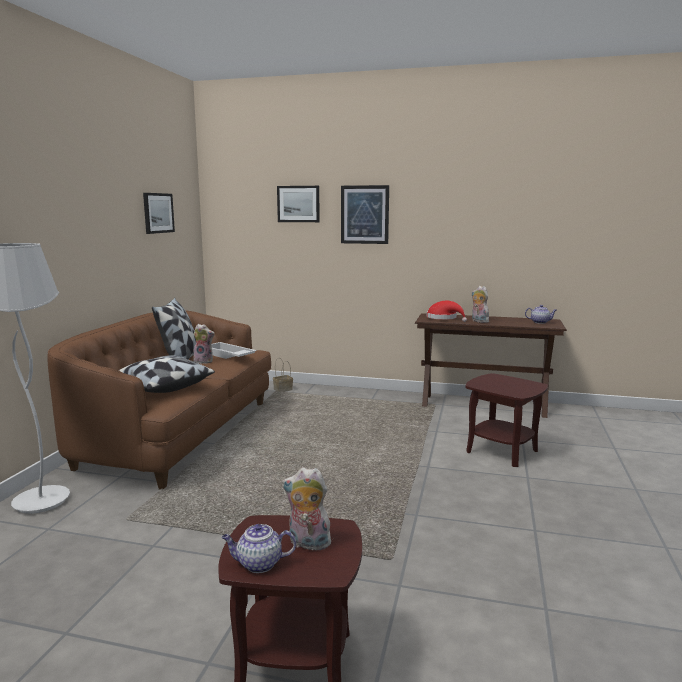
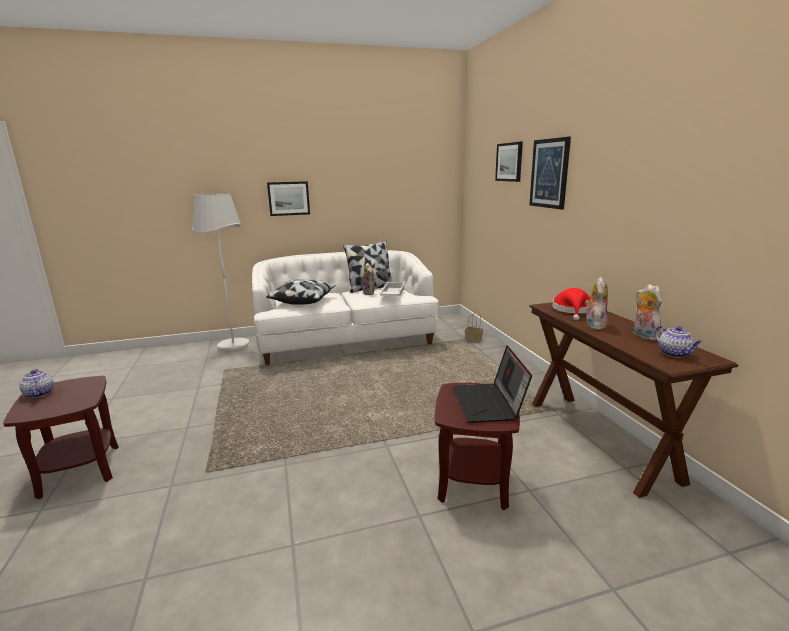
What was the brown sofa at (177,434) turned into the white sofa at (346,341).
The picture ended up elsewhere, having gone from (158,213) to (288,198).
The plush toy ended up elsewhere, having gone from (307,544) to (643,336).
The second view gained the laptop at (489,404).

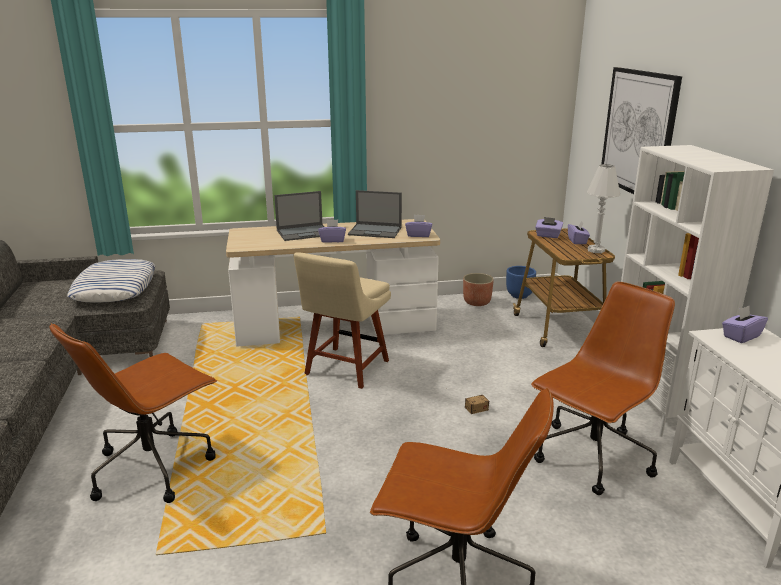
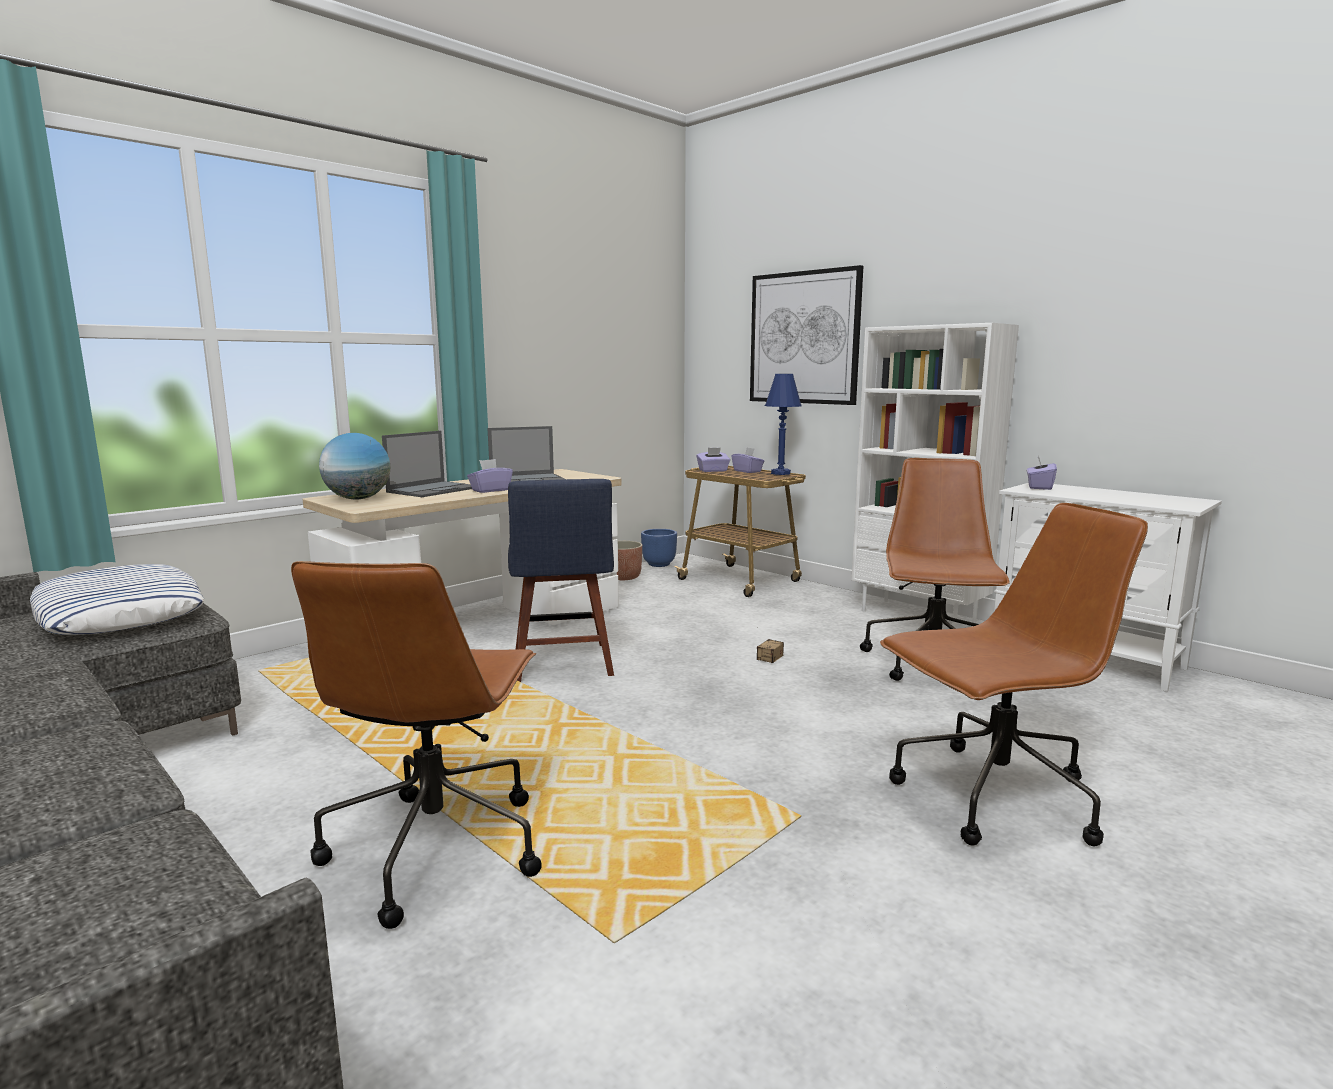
What was the beige chair at (345,369) turned into the blue chair at (562,664).
The second view lost the purple tissue box at (418,235).
What was the white table lamp at (596,250) turned into the blue table lamp at (781,473).
The second view gained the globe at (358,499).

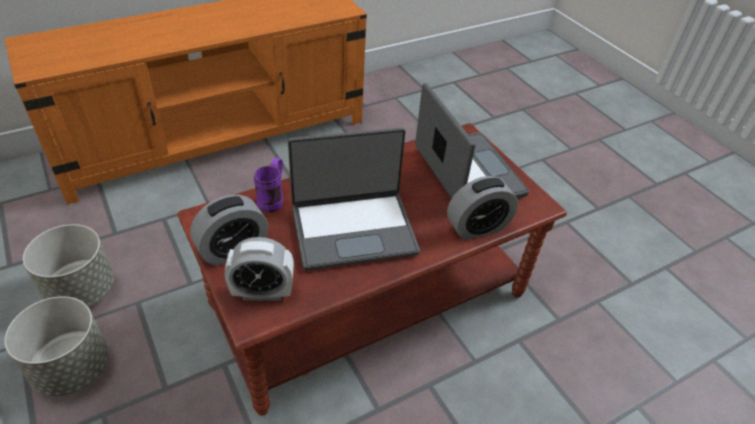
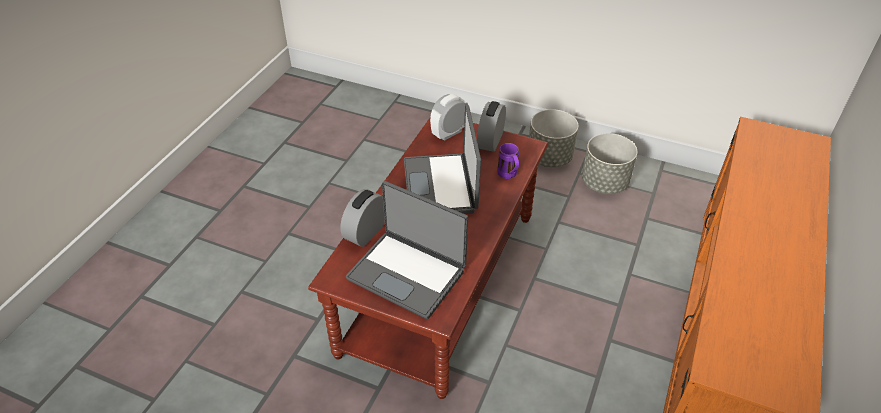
The laptop at (353,229) ended up facing another way, 45 degrees counterclockwise from before.

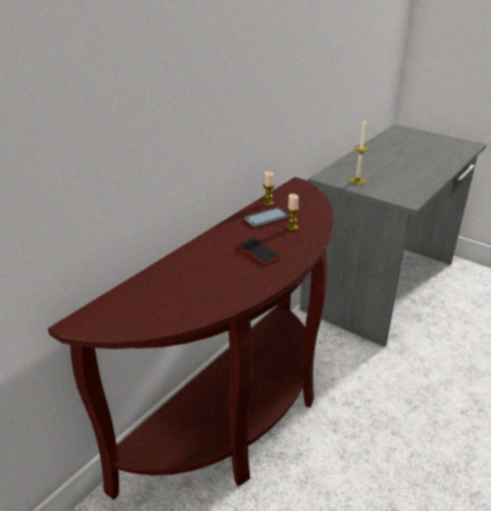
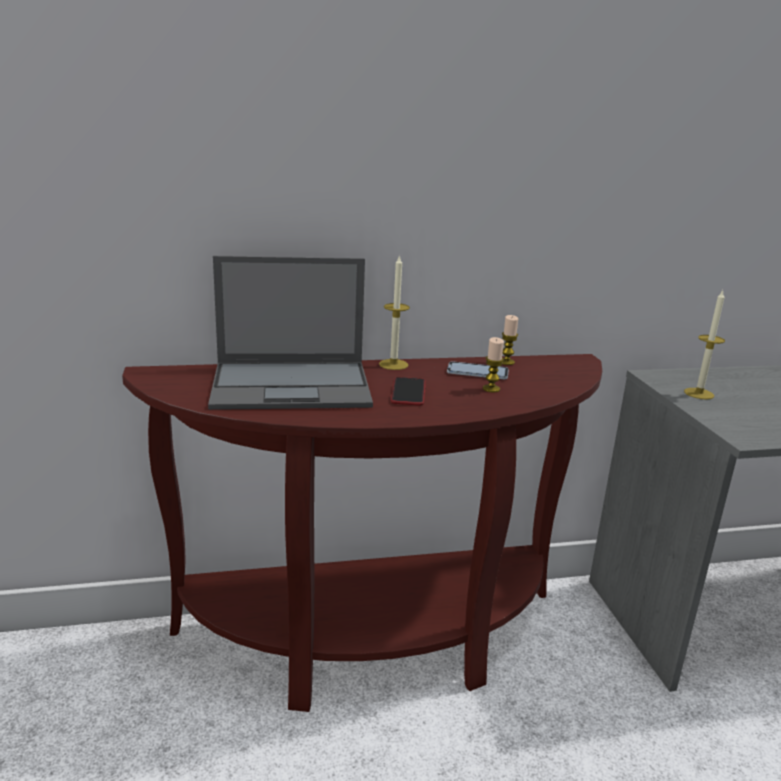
The second view gained the laptop at (293,385).
The second view gained the candle at (393,364).

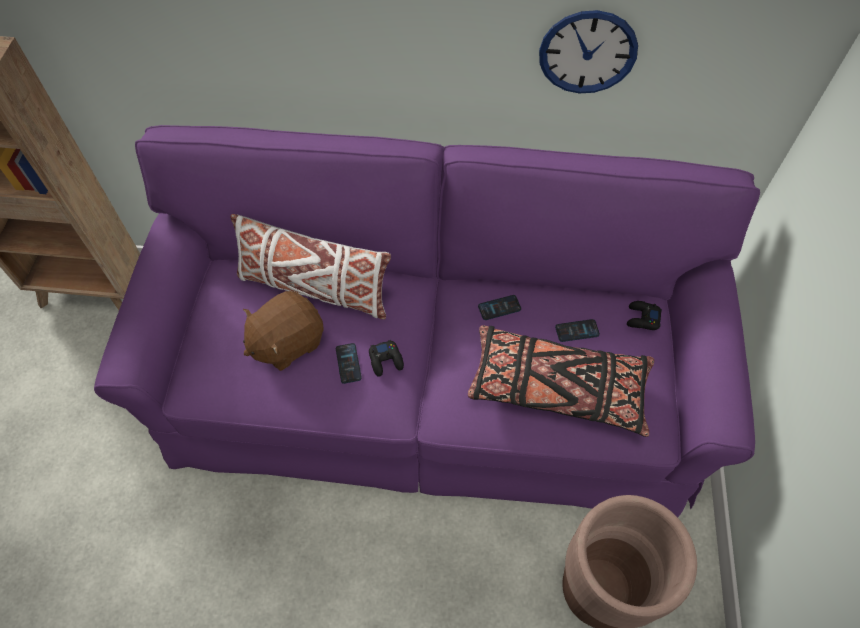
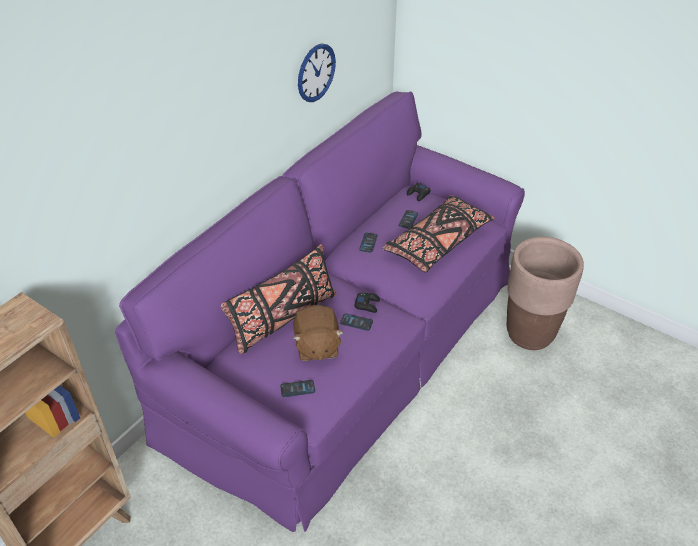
What was the white pillow at (314,288) turned into the black pillow at (283,319).
The second view gained the phone at (297,389).

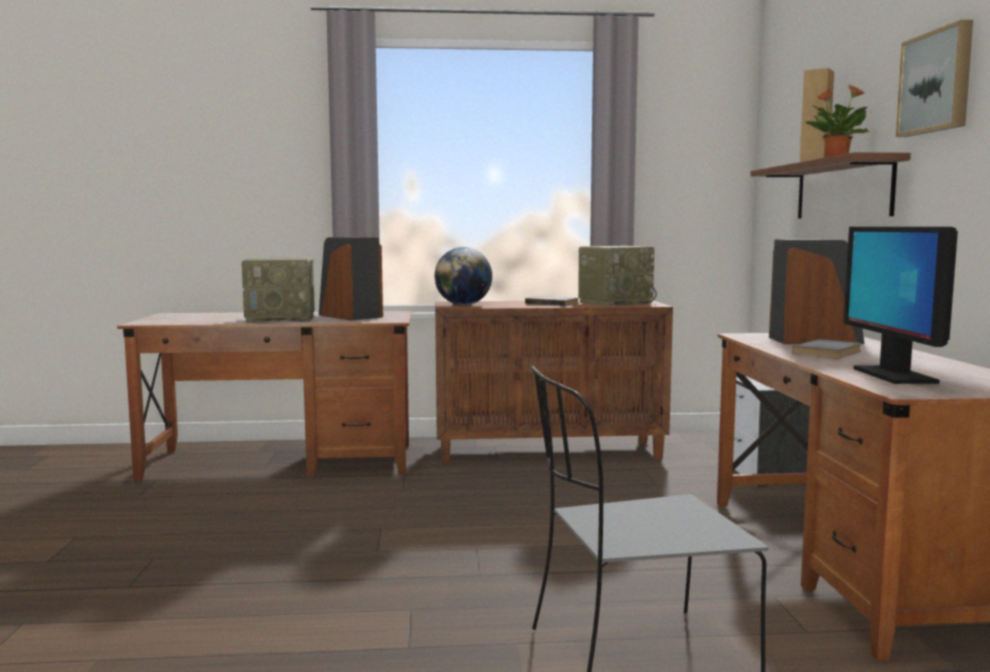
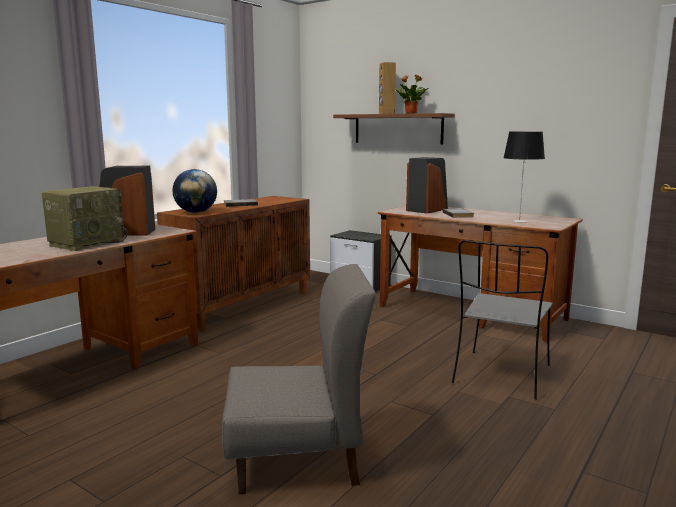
The second view lost the radio at (615,302).
Where the monitor stood at (893,375), the table lamp came to stand at (520,221).
The second view lost the picture at (937,82).
The second view gained the grey chair at (297,459).

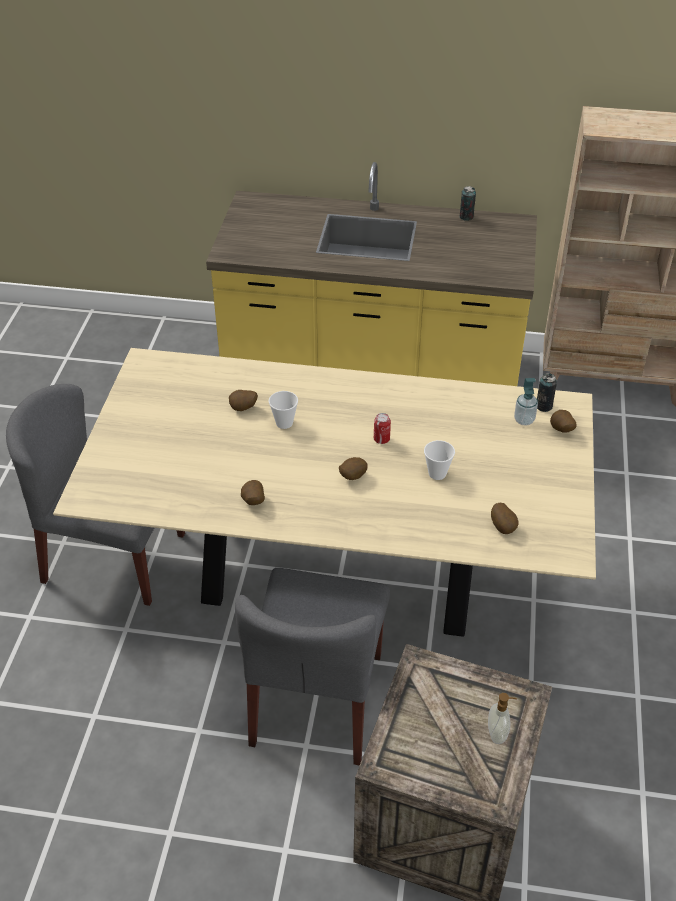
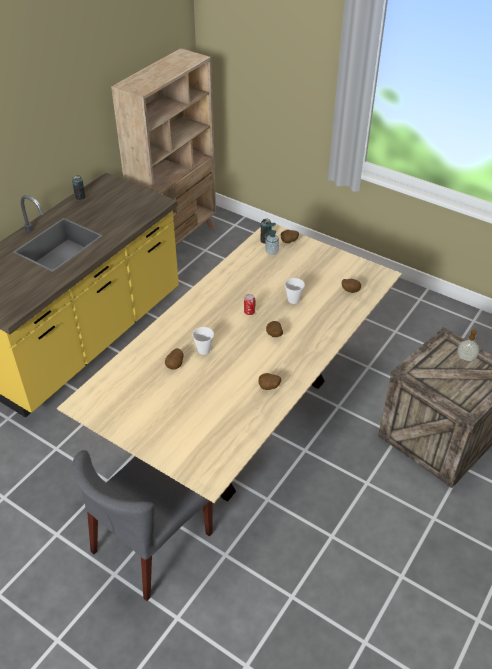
The second view lost the grey chair at (317,700).

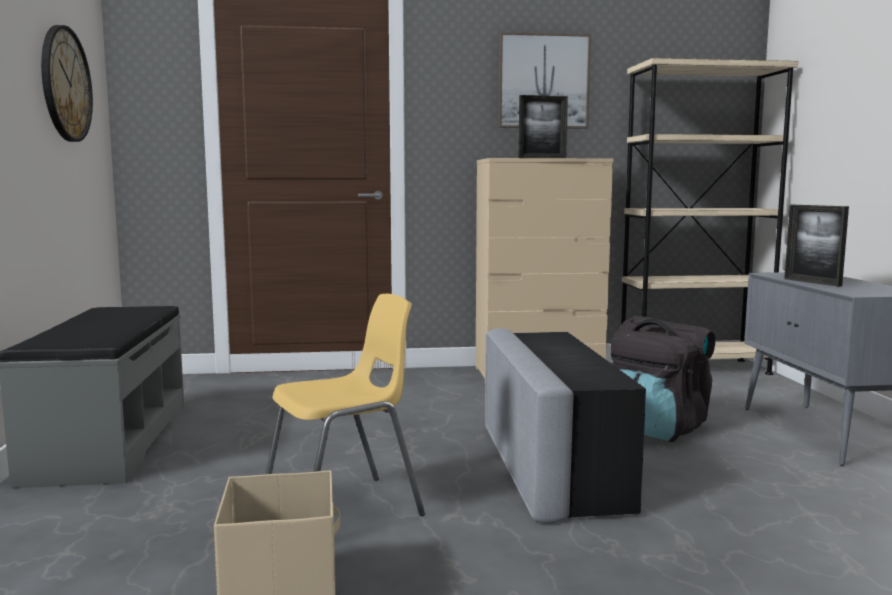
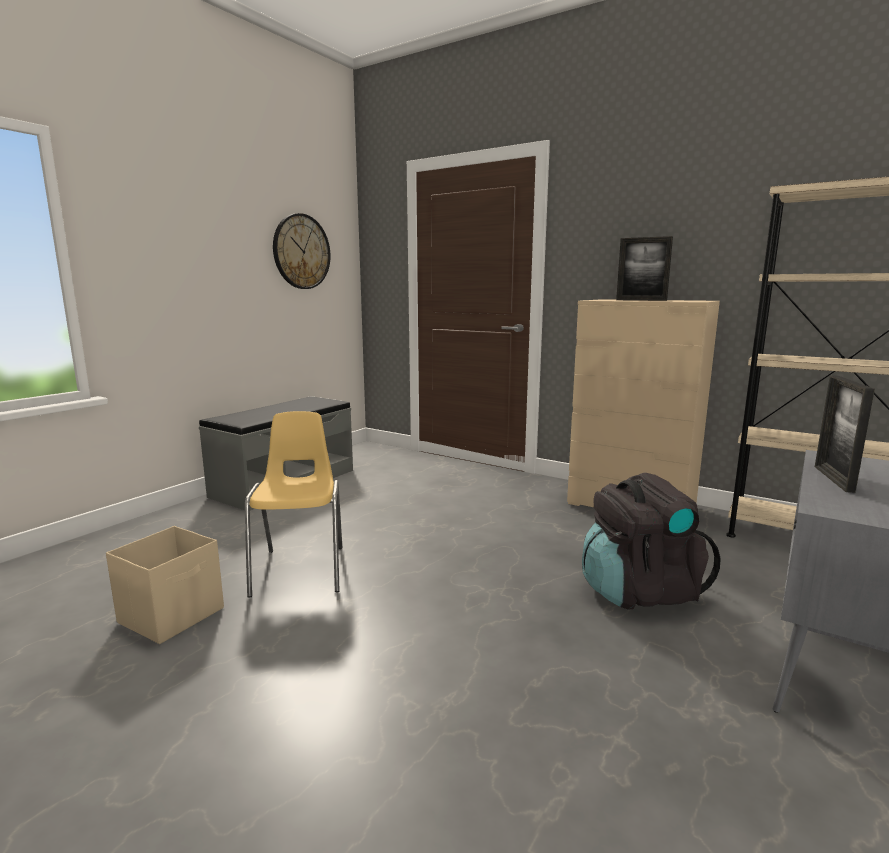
The yellow chair at (344,510) ended up facing another way, 105 degrees counterclockwise from before.
The second view lost the grey ottoman at (550,467).
The second view lost the picture at (543,81).

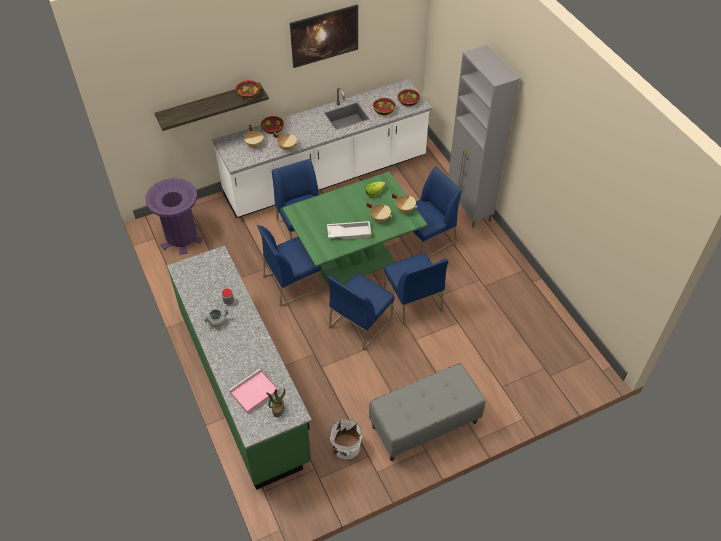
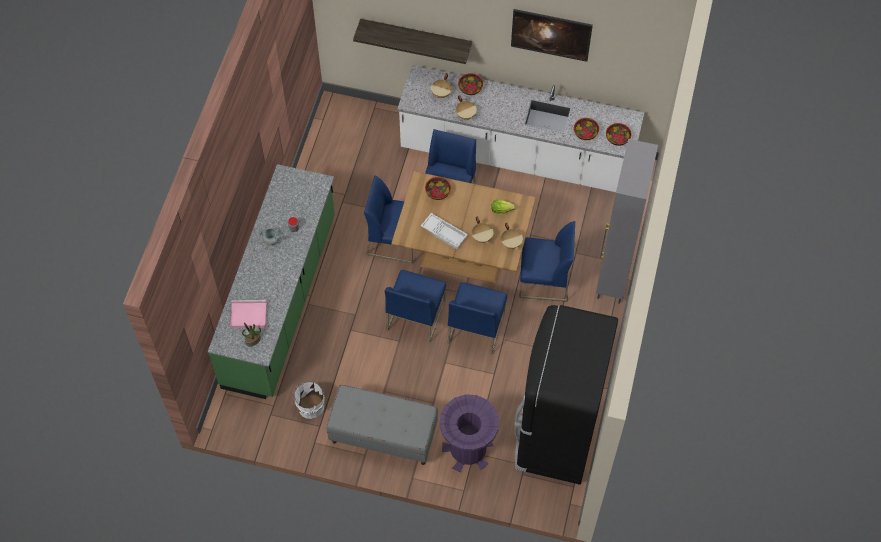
The purple trash can ended up elsewhere, having gone from (181,238) to (468,449).
The bowl ended up elsewhere, having gone from (248,95) to (437,192).
What was the green dining table at (354,261) turned into the brown dining table at (463,257).
The blue chair at (360,323) ended up facing another way, 60 degrees counterclockwise from before.
The second view gained the black fridge at (555,432).

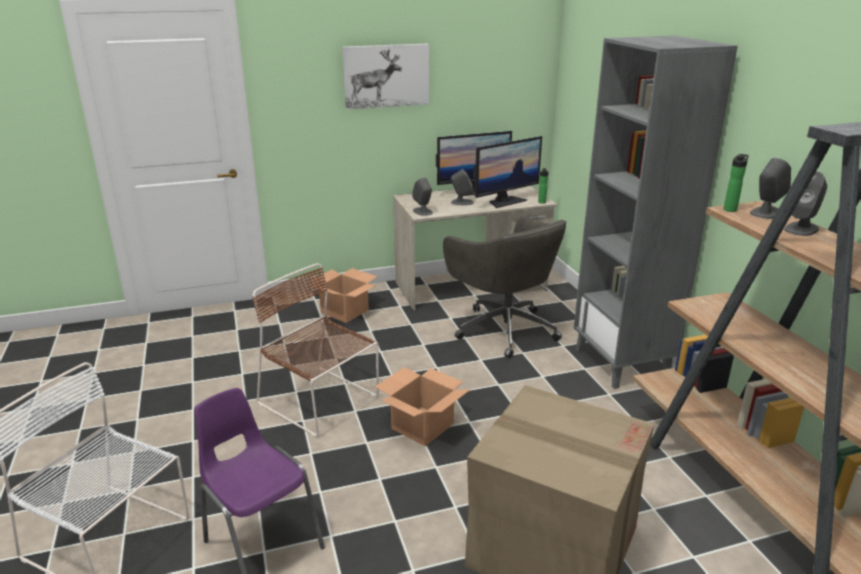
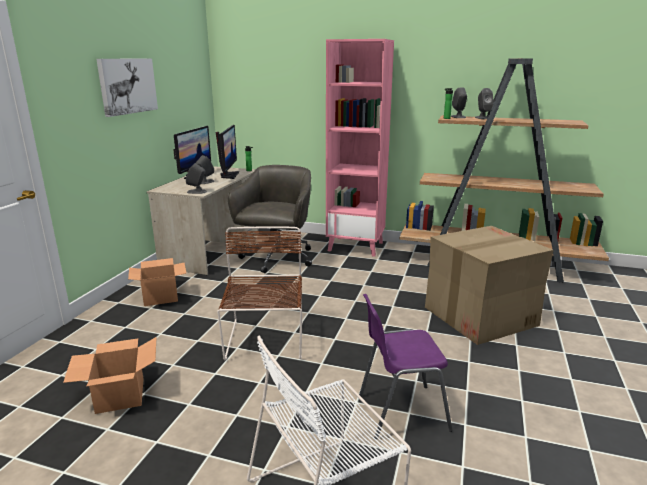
The brown chair at (321,401) ended up facing another way, 105 degrees clockwise from before.
The cardboard box ended up elsewhere, having gone from (422,427) to (120,396).
The grey office chair at (504,329) ended up facing another way, 75 degrees counterclockwise from before.
What was the grey bookcase at (622,363) turned into the pink bookcase at (356,246).

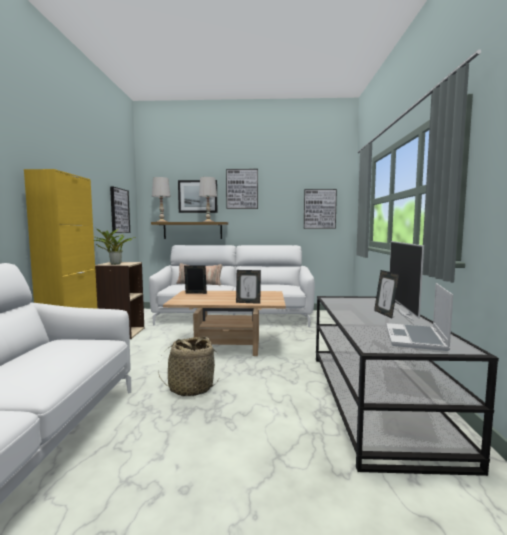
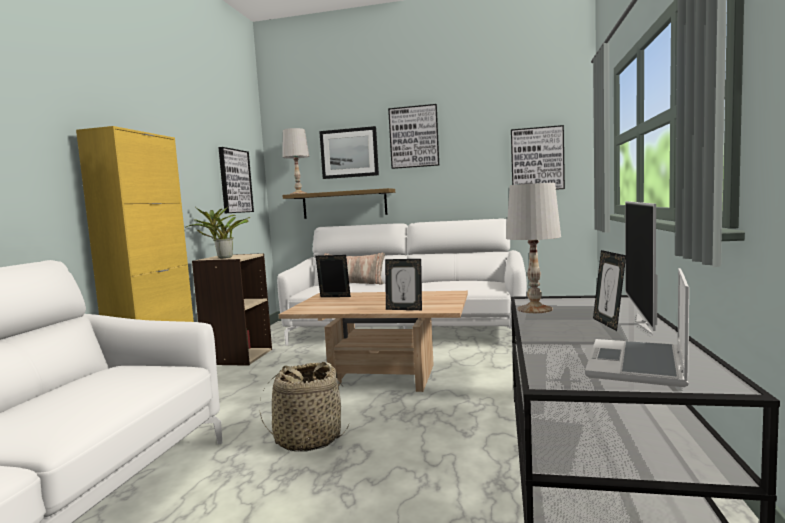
The white table lamp ended up elsewhere, having gone from (208,221) to (534,309).

